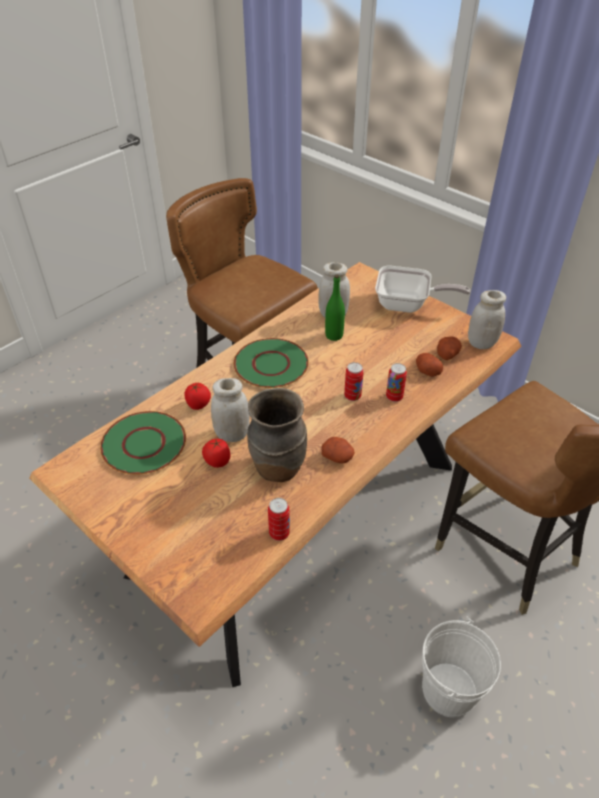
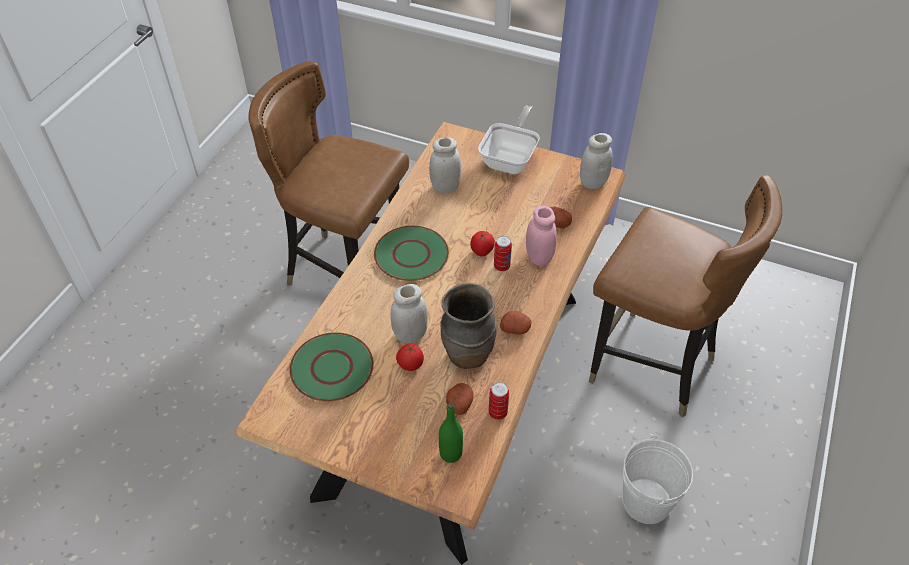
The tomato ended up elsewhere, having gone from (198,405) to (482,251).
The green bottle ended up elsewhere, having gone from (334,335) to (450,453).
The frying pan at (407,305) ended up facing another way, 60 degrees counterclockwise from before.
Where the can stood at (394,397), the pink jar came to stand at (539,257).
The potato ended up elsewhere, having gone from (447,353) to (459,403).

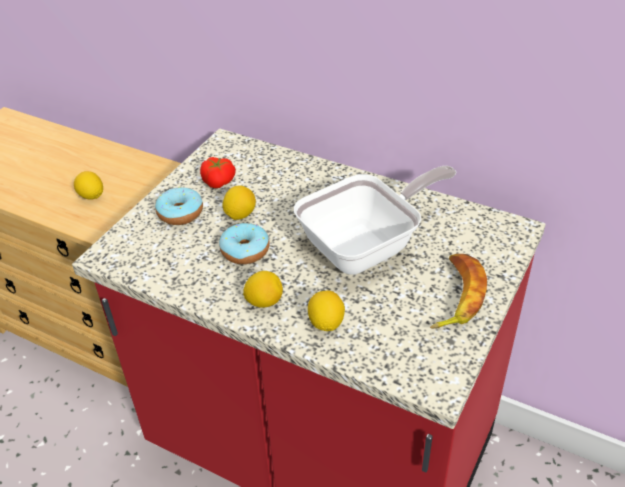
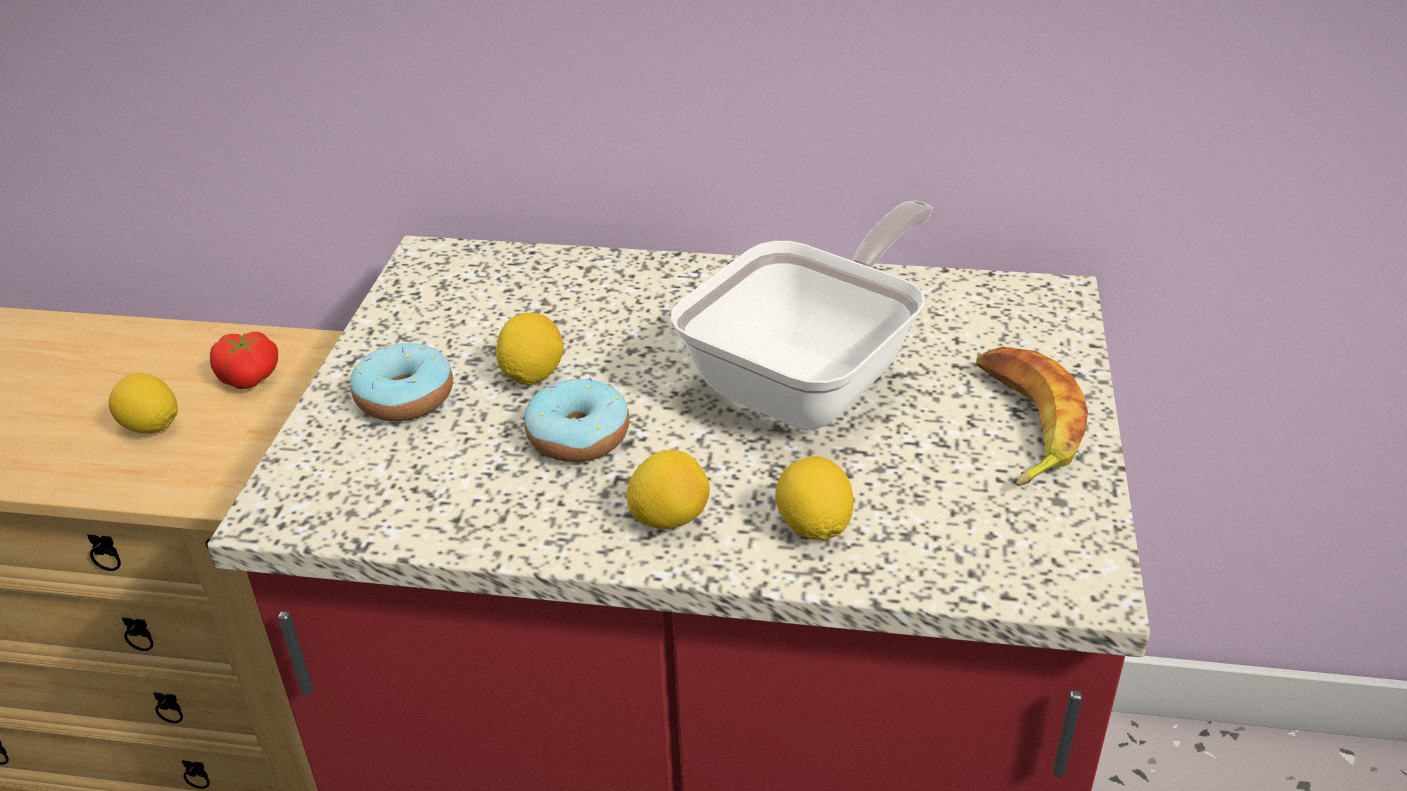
The tomato ended up elsewhere, having gone from (219,181) to (251,377).

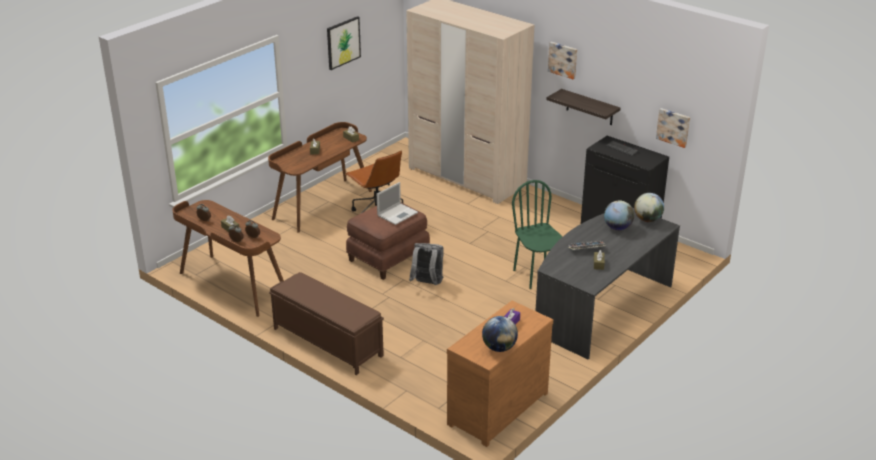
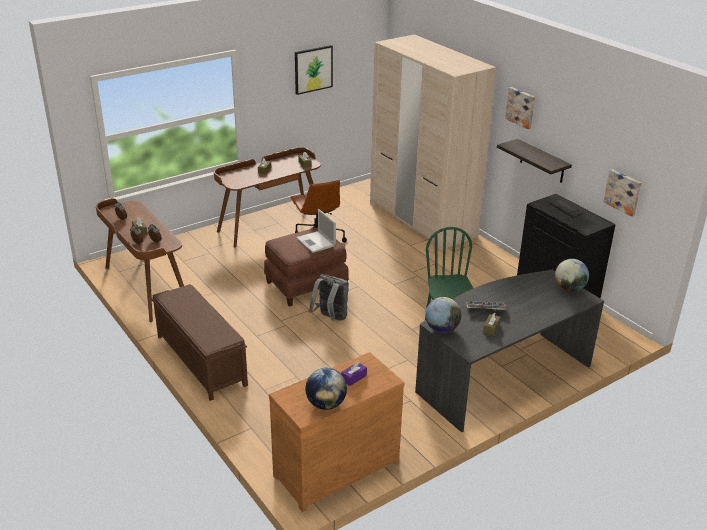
The laptop at (398,214) ended up facing another way, 90 degrees clockwise from before.
The globe ended up elsewhere, having gone from (617,228) to (441,329).

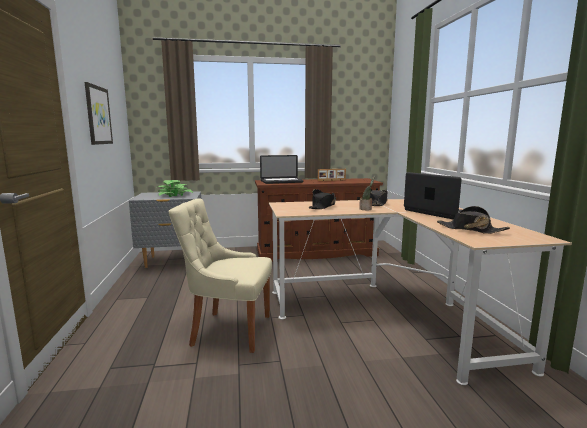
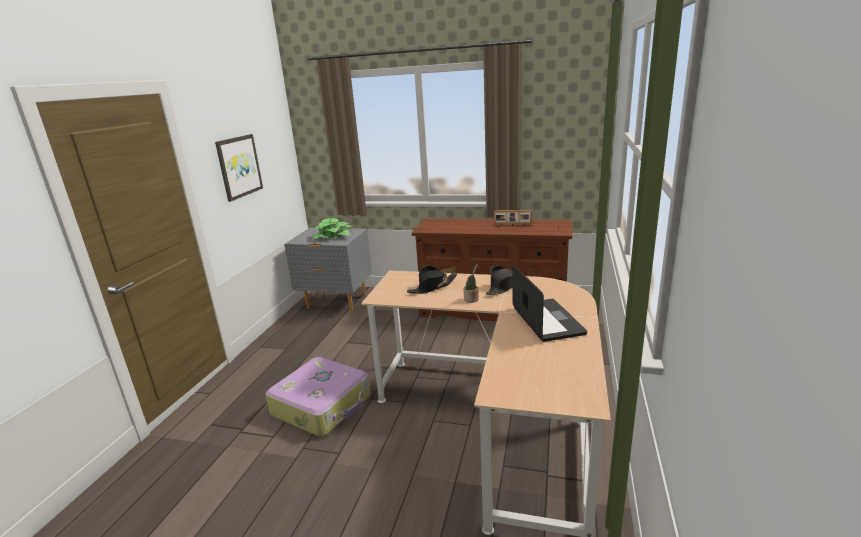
Where the beige chair stood at (228,330), the suitcase came to stand at (323,405).
The second view lost the laptop at (281,181).
The second view lost the black hat at (470,229).

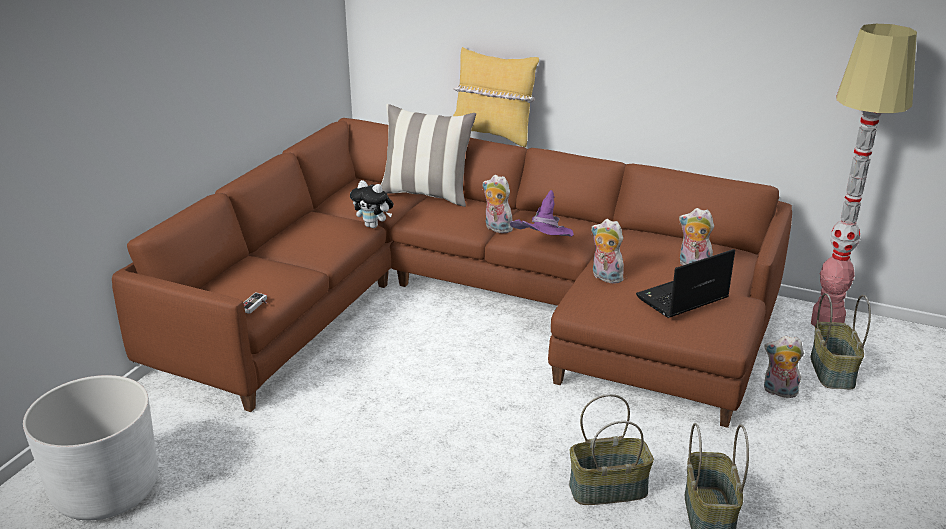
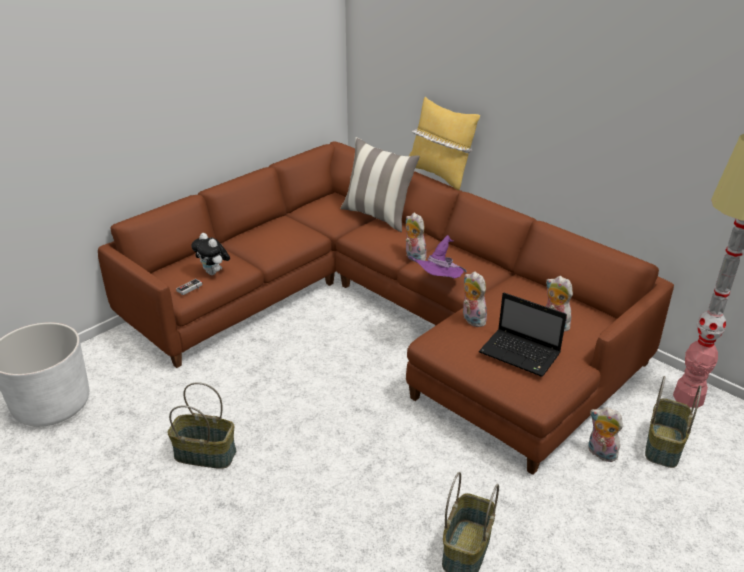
The plush toy ended up elsewhere, having gone from (374,226) to (214,273).
The basket ended up elsewhere, having gone from (608,488) to (206,454).
The laptop at (681,299) ended up facing another way, 135 degrees counterclockwise from before.

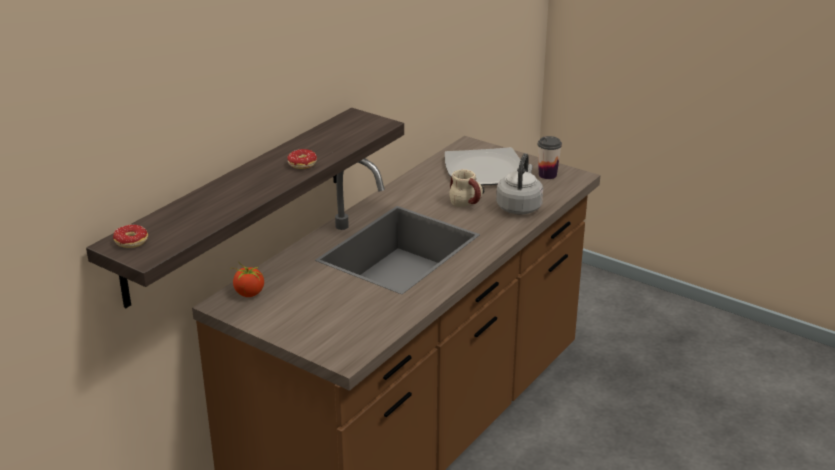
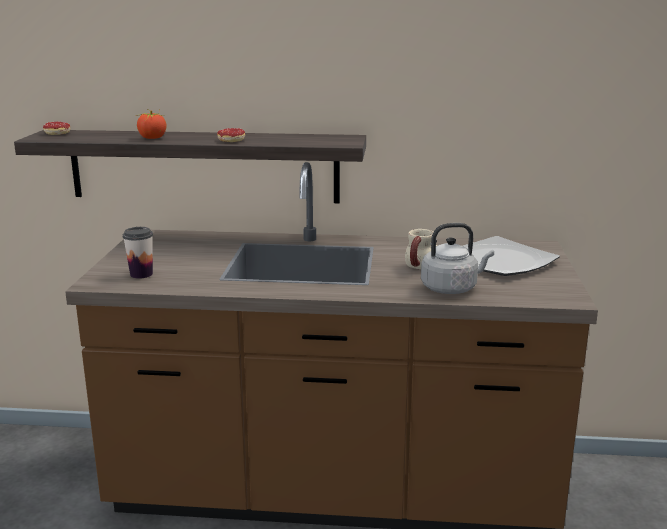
The tomato ended up elsewhere, having gone from (249,293) to (152,138).
The cup ended up elsewhere, having gone from (547,175) to (141,274).

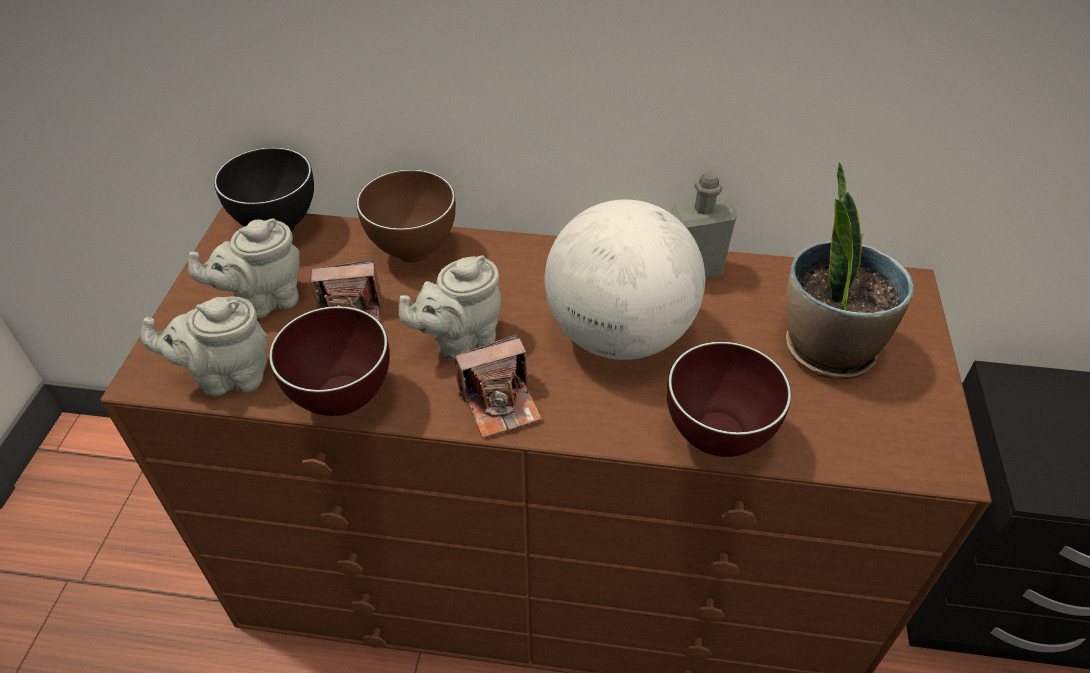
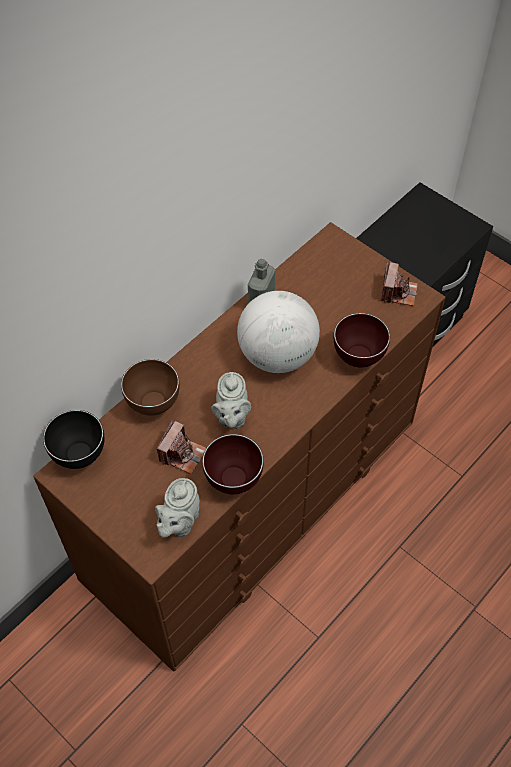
The second view lost the grey teapot at (264,300).
The photo camera ended up elsewhere, having gone from (500,403) to (398,292).
The second view lost the potted plant at (826,348).

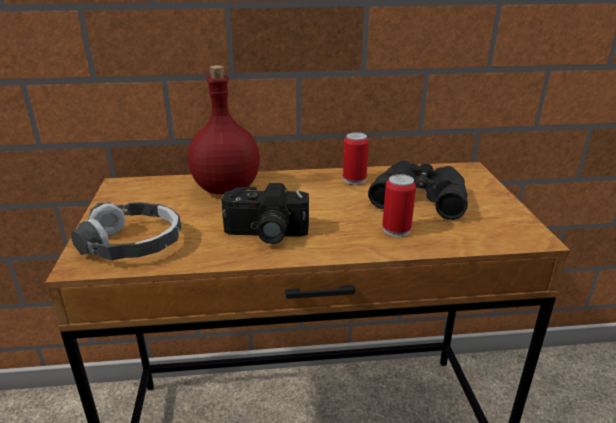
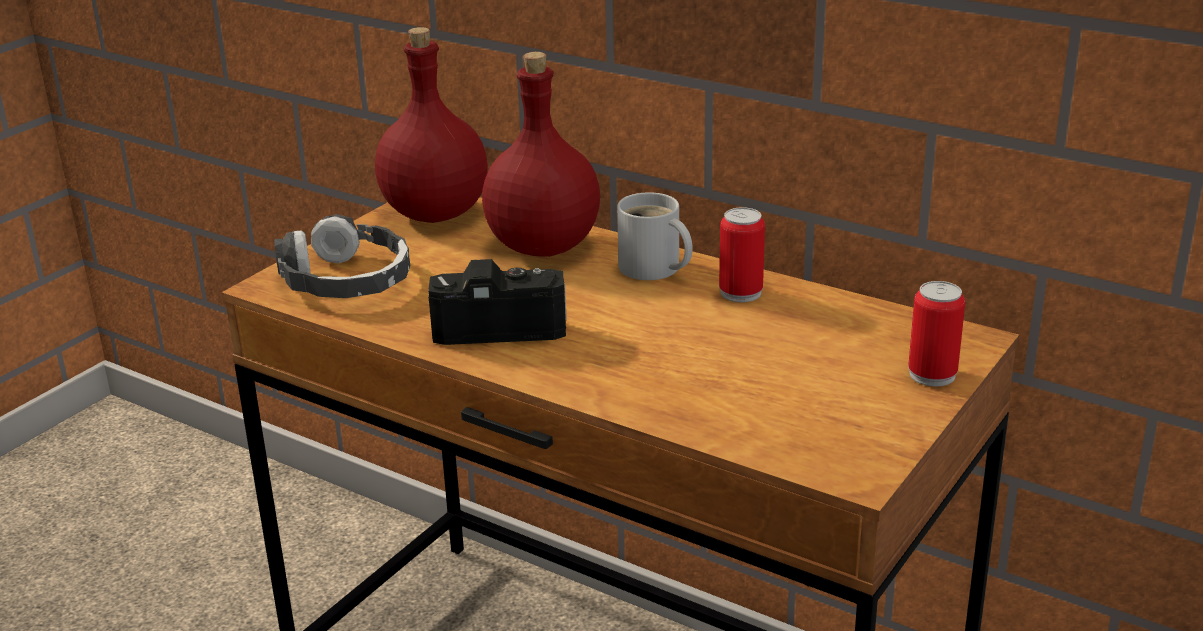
The photo camera at (265,234) ended up facing another way, 135 degrees clockwise from before.
The second view lost the black binoculars at (420,196).
The can ended up elsewhere, having gone from (396,230) to (932,374).
The second view gained the red bottle at (434,213).
The second view gained the white mug at (652,269).

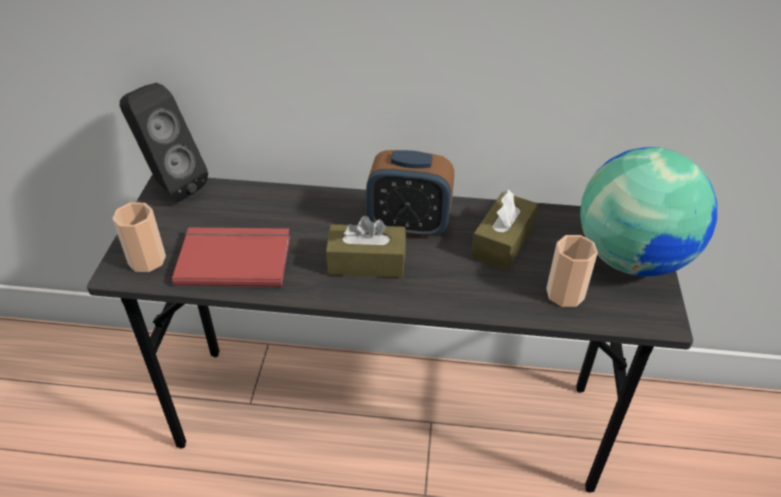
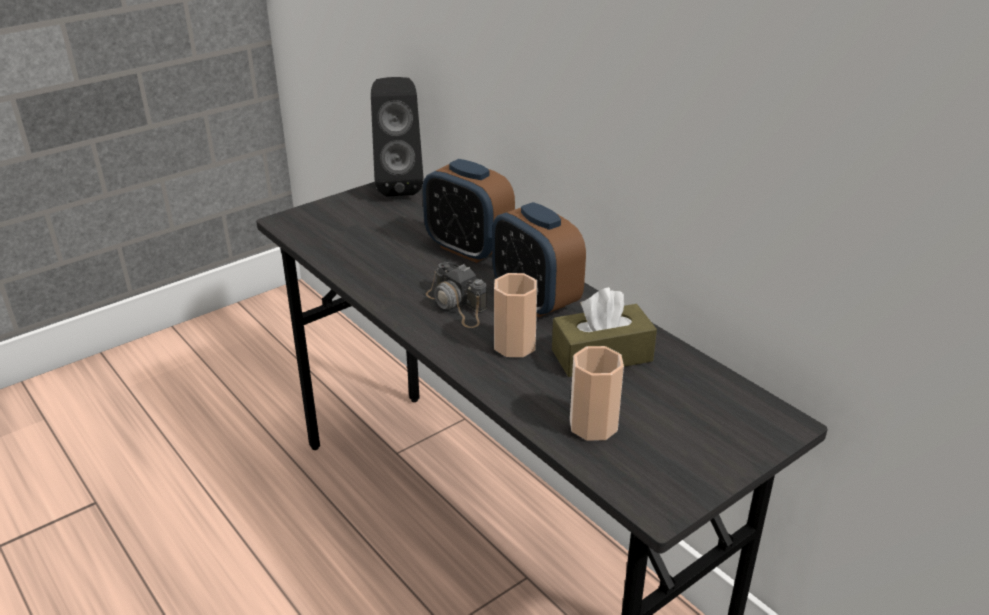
The cup ended up elsewhere, having gone from (147,260) to (514,345).
The second view lost the red book at (234,258).
Where the brown tissue box stood at (366,262), the photo camera came to stand at (457,305).
The second view lost the globe at (631,257).
The second view gained the alarm clock at (468,249).

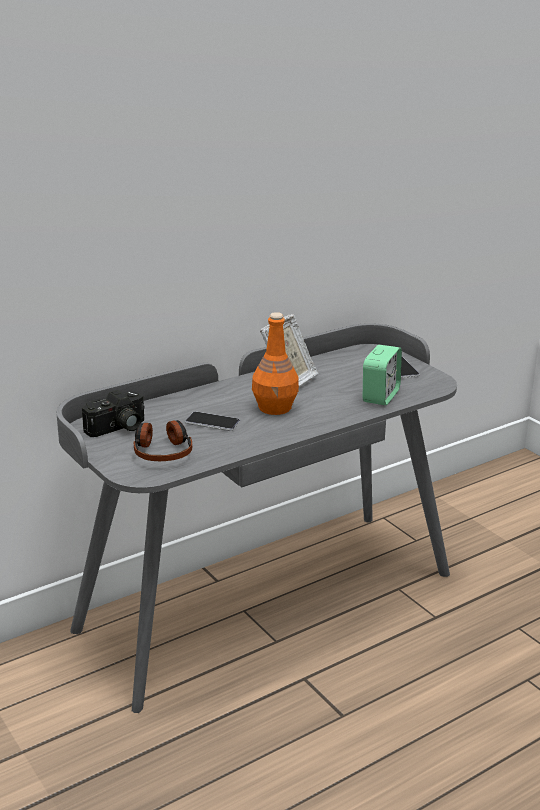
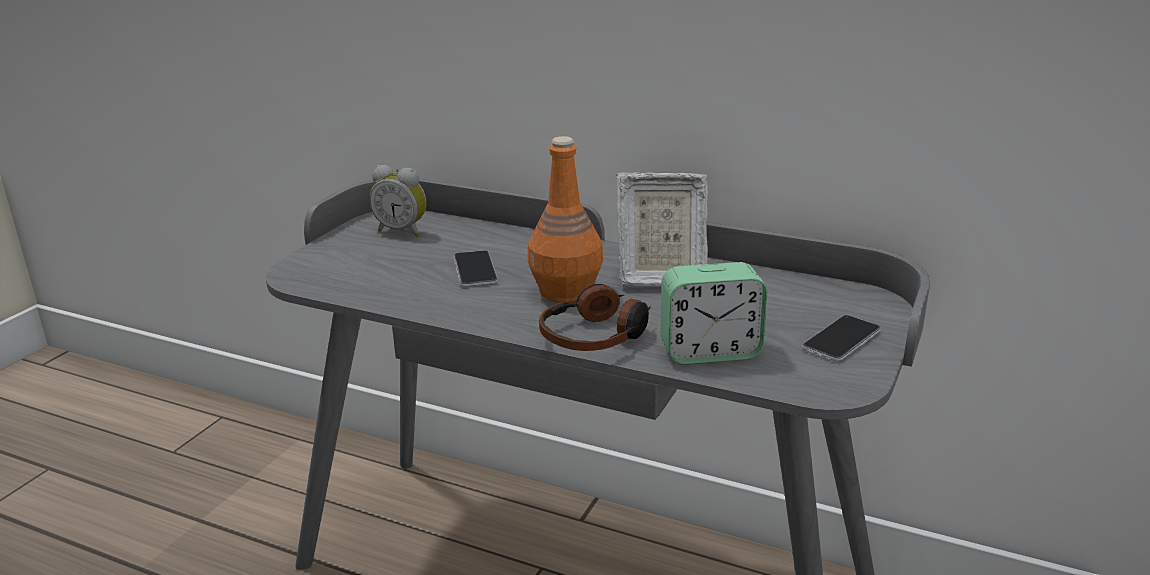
Where the photo camera stood at (117,429), the alarm clock came to stand at (402,231).
The headphones ended up elsewhere, having gone from (162,451) to (596,336).

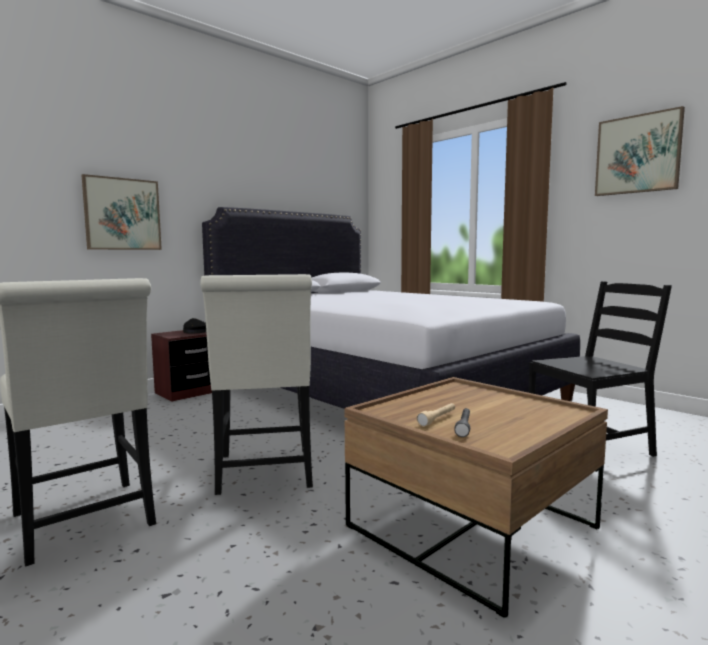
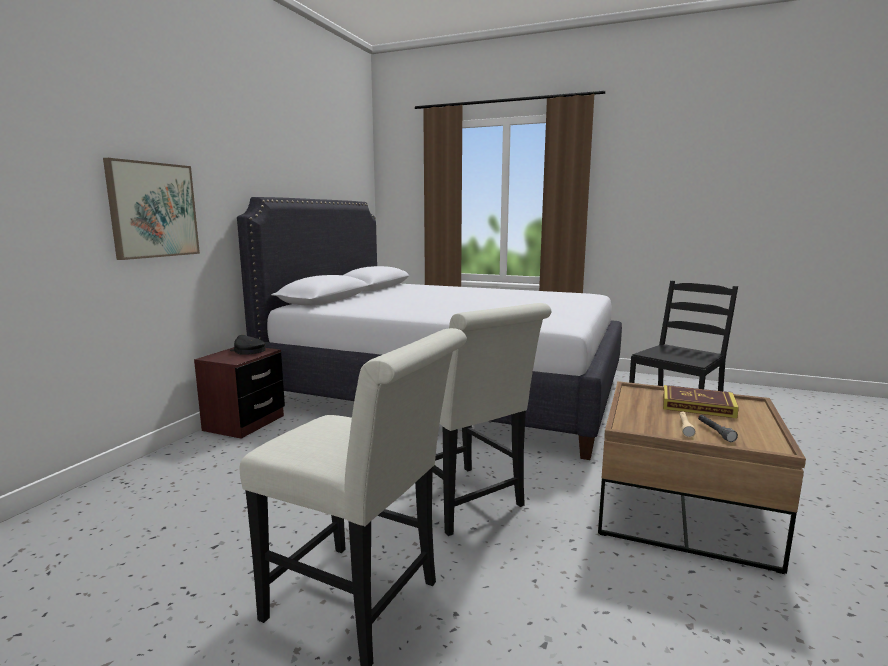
The second view lost the picture at (637,154).
The second view gained the book at (697,406).

